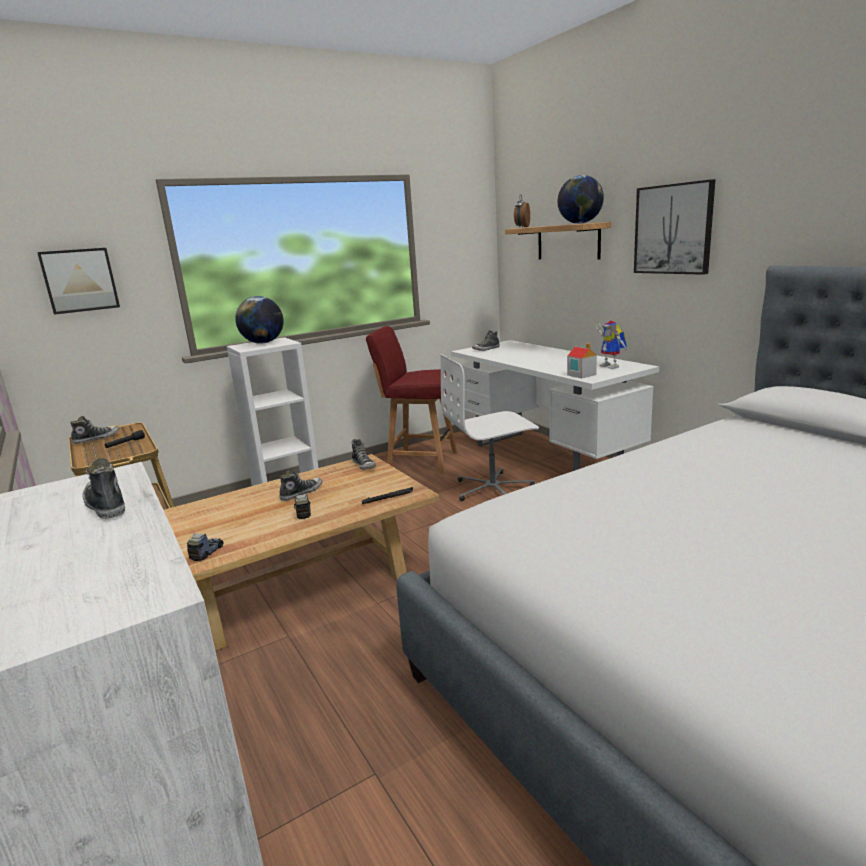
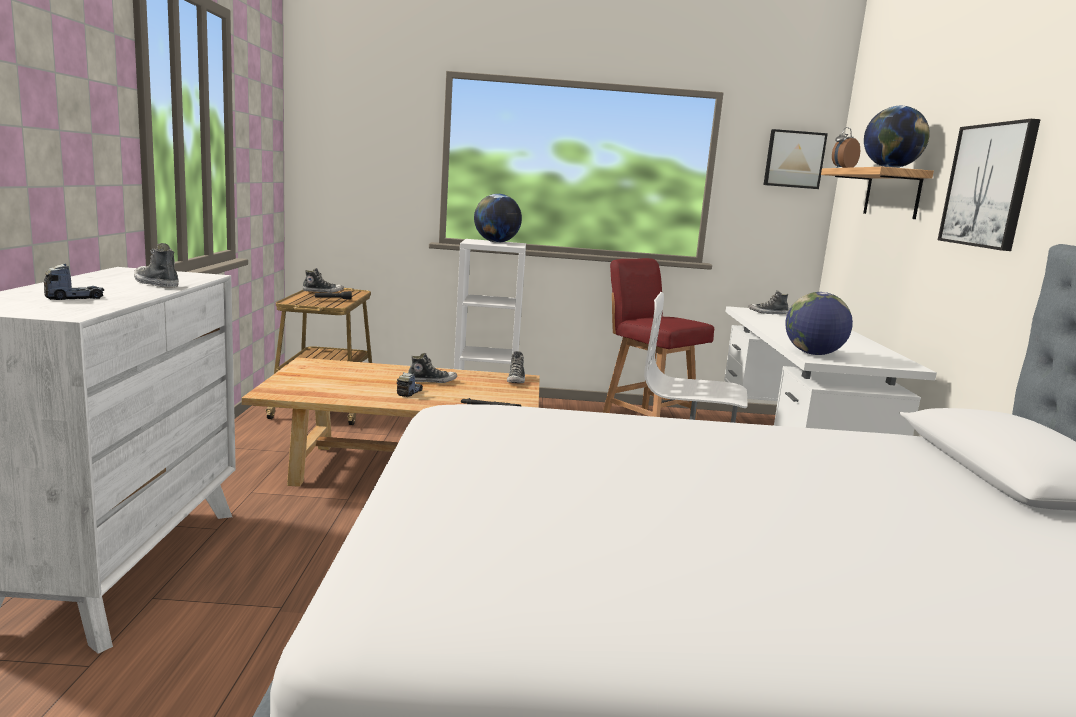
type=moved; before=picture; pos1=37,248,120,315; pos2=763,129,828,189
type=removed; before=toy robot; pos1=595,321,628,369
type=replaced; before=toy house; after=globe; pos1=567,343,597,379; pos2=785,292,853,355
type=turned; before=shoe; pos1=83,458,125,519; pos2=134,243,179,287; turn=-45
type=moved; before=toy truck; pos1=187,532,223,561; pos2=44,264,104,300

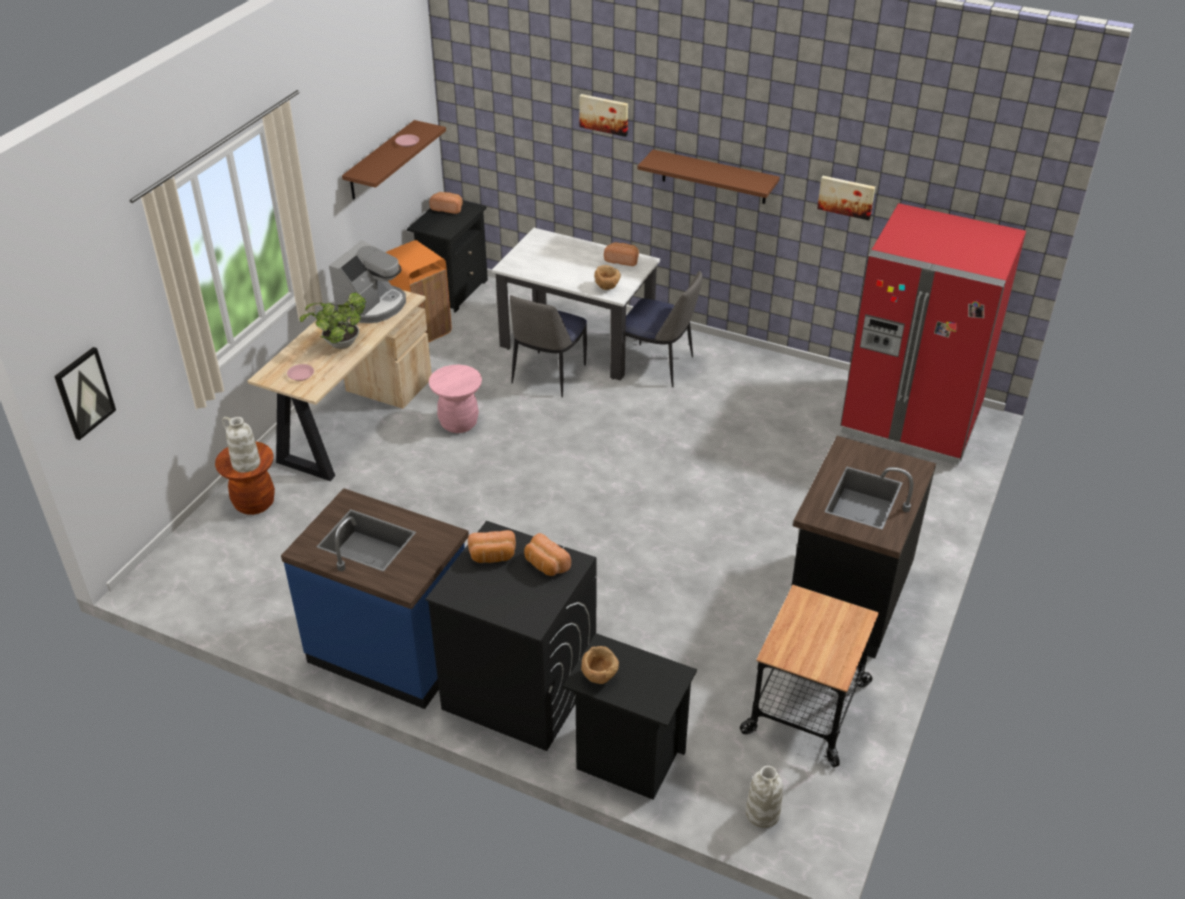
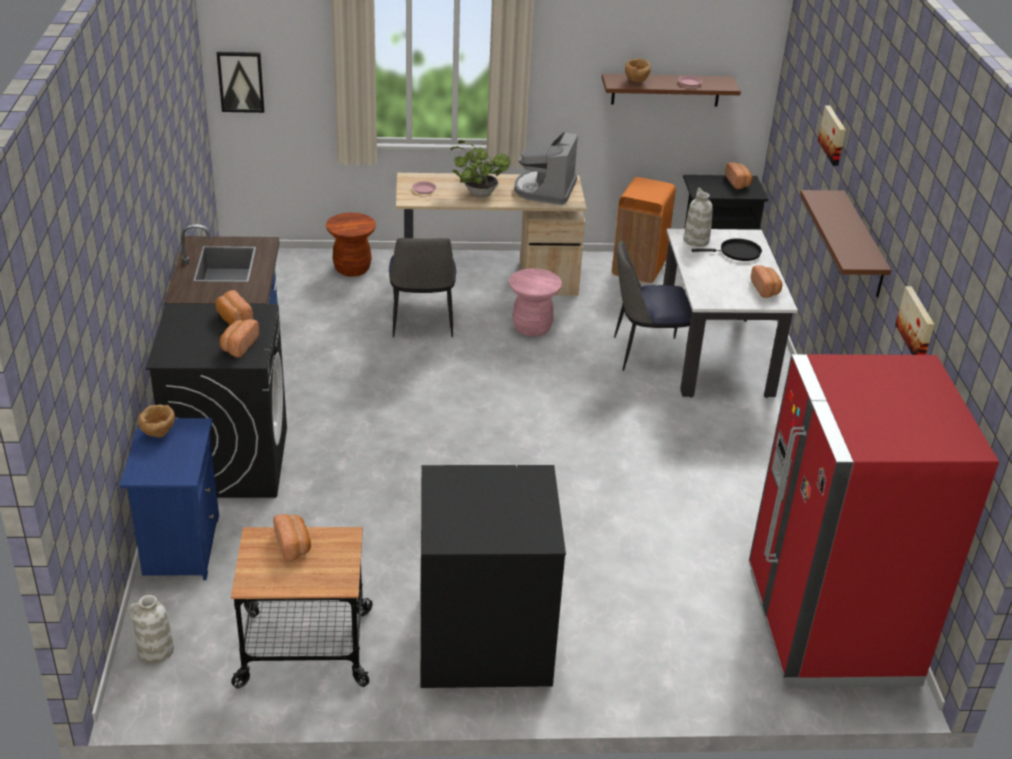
type=turned; before=coffee machine; pos1=329,240,406,323; pos2=514,131,578,205; turn=105
type=moved; before=brown bowl; pos1=594,265,621,290; pos2=625,58,651,83
type=moved; before=chair; pos1=626,271,702,387; pos2=389,238,456,338
type=moved; before=white vase; pos1=222,417,260,473; pos2=684,188,713,247
type=replaced; before=black counter; after=black washing machine; pos1=791,436,936,658; pos2=421,465,566,688
type=recoloured; before=black nightstand; after=blue nightstand; pos1=563,633,697,800; pos2=120,418,219,580
type=added; after=black frying pan; pos2=691,238,762,261
type=added; after=bread; pos2=273,514,311,562

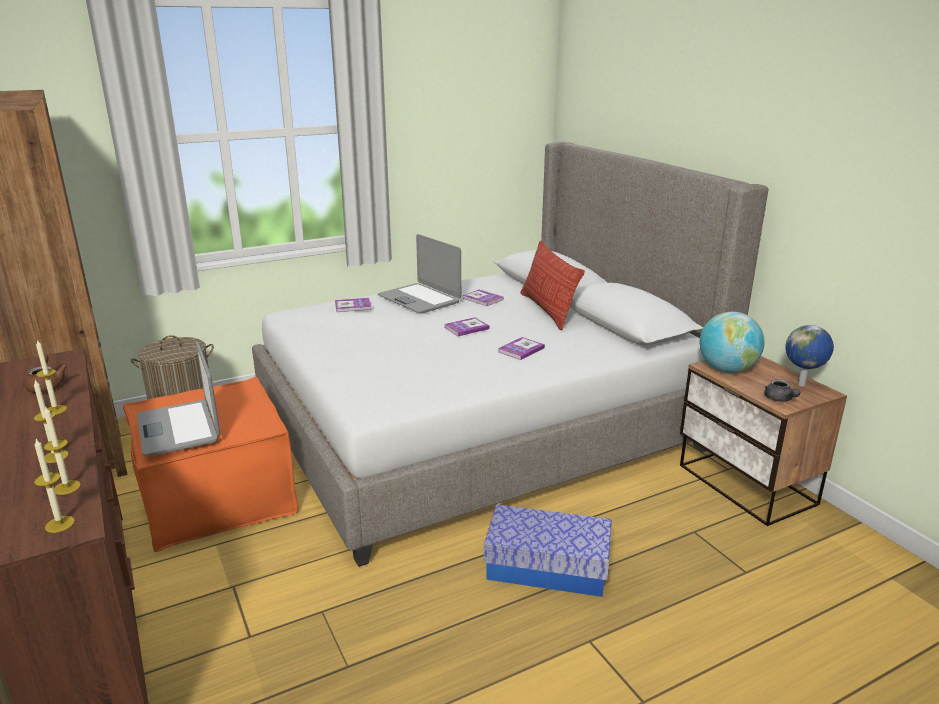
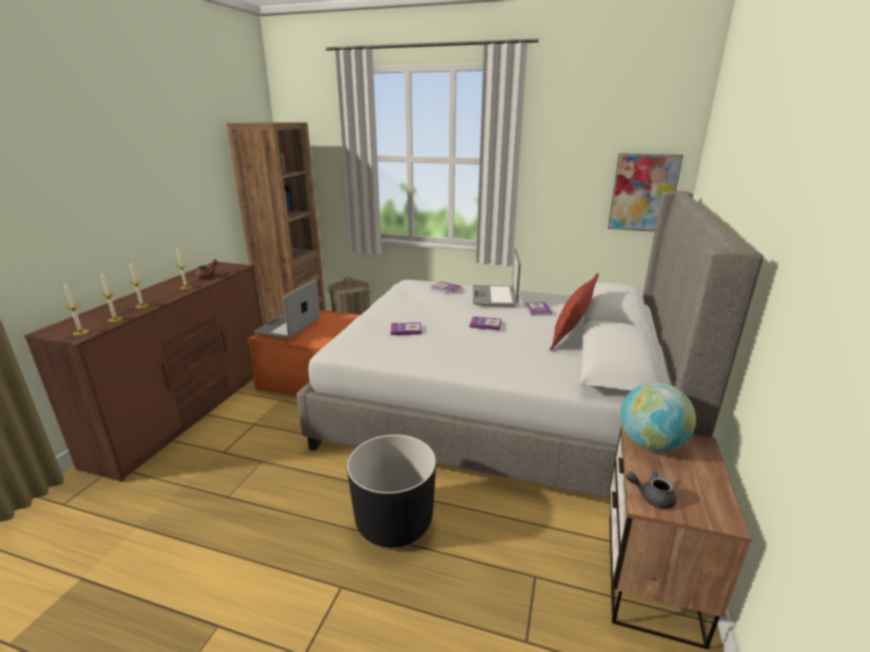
type=removed; before=globe; pos1=785,325,834,386
type=moved; before=book; pos1=498,337,545,360; pos2=391,322,422,335
type=turned; before=grey teapot; pos1=764,379,800,402; pos2=626,468,677,509; turn=75
type=replaced; before=storage box; after=black planter; pos1=484,504,612,597; pos2=347,434,436,548
type=added; after=picture; pos2=608,153,683,232

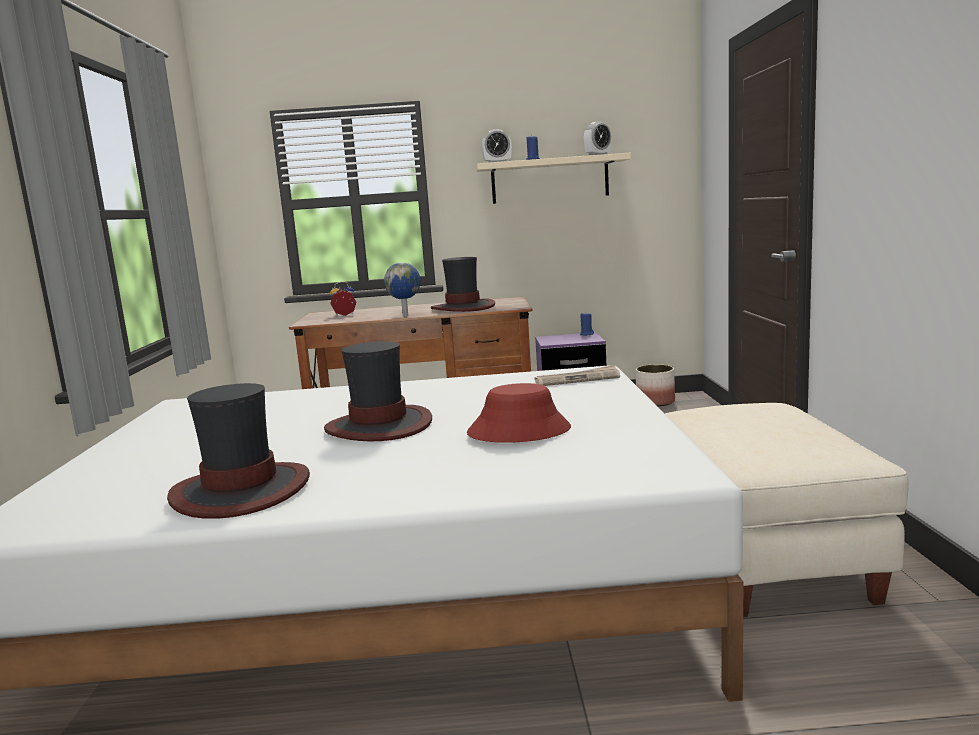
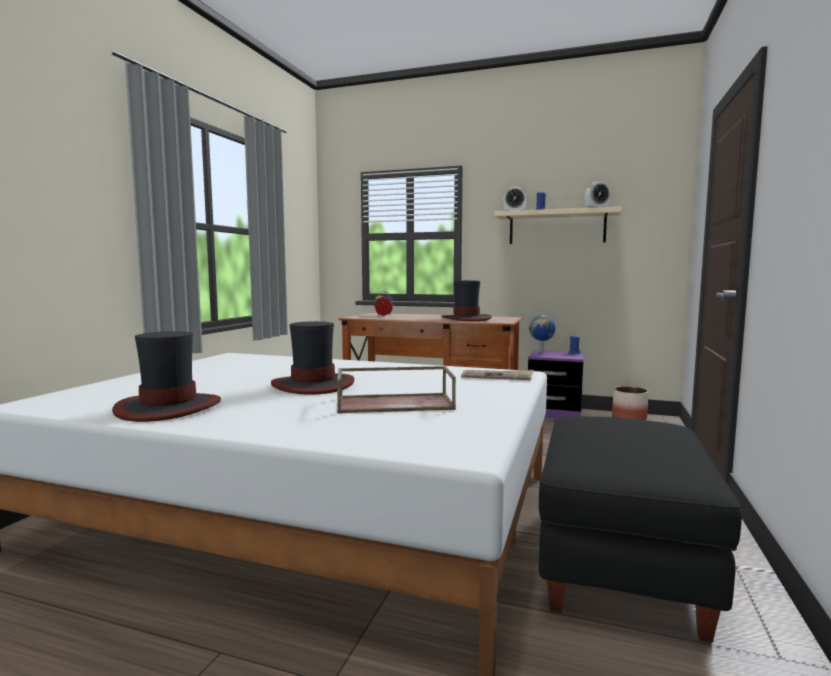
type=moved; before=globe; pos1=384,262,421,317; pos2=529,315,556,353
type=replaced; before=red hat; after=brown tray; pos1=467,383,571,443; pos2=337,366,456,413
type=recoloured; before=beige ottoman; after=black ottoman; pos1=665,403,909,617; pos2=539,416,742,643

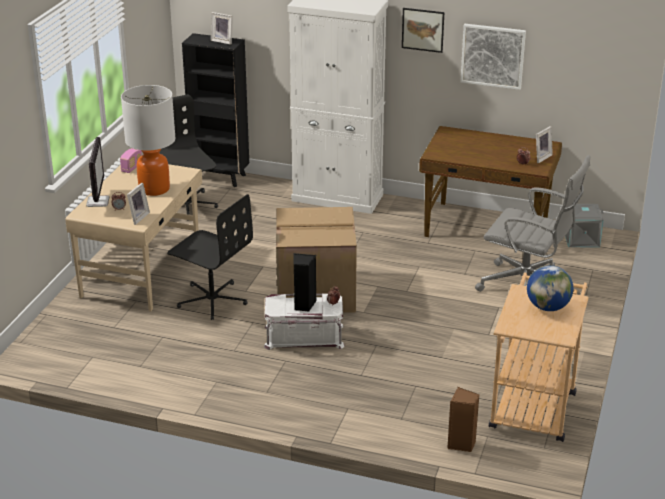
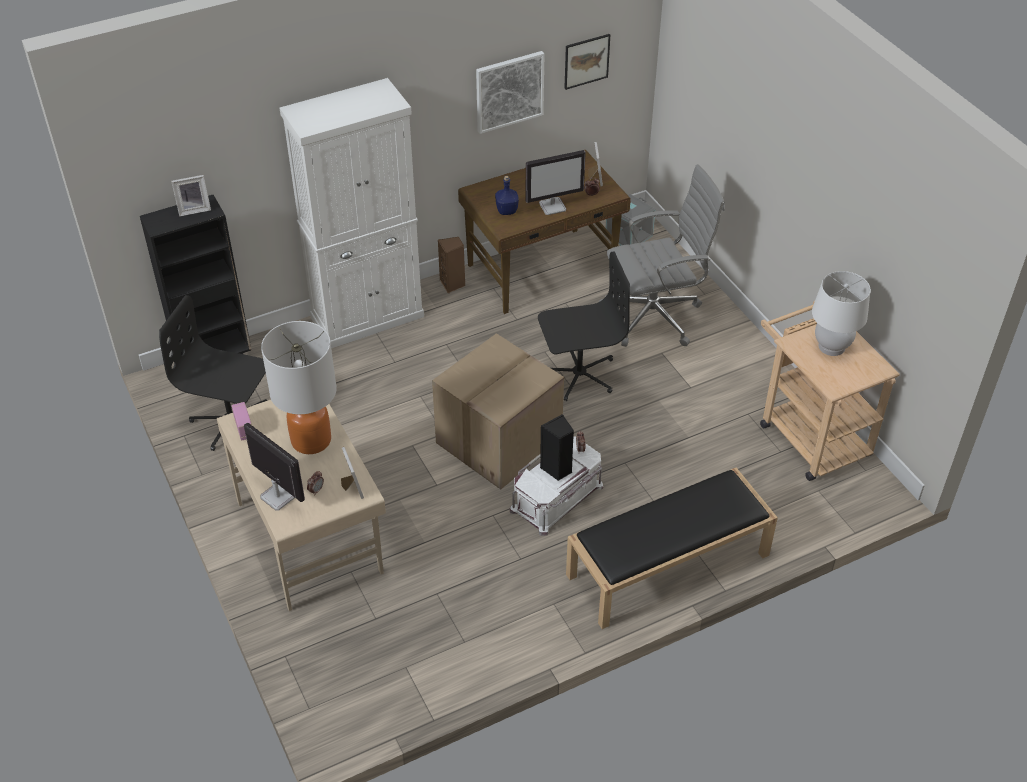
type=moved; before=picture; pos1=402,8,444,53; pos2=564,34,610,90
type=moved; before=black office chair; pos1=167,194,253,320; pos2=538,251,630,401
type=replaced; before=globe; after=white table lamp; pos1=527,265,573,311; pos2=812,271,870,356
type=moved; before=brown speaker; pos1=447,387,479,452; pos2=438,237,465,293
type=added; after=monitor; pos2=525,150,586,215
type=added; after=blue bottle; pos2=495,176,519,215
type=added; after=black bench; pos2=566,468,778,629

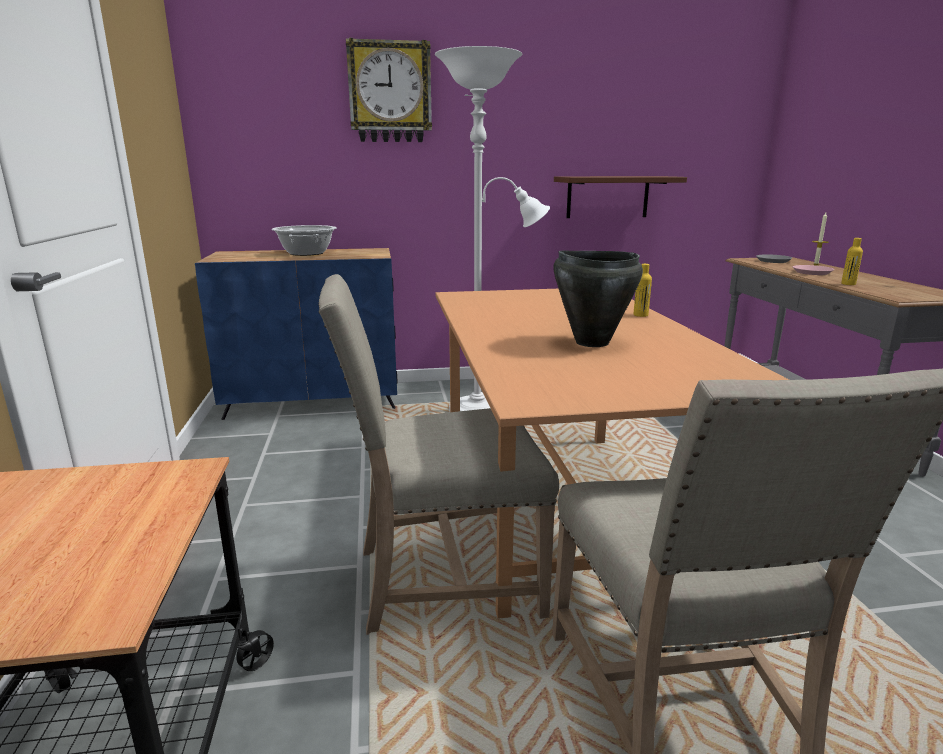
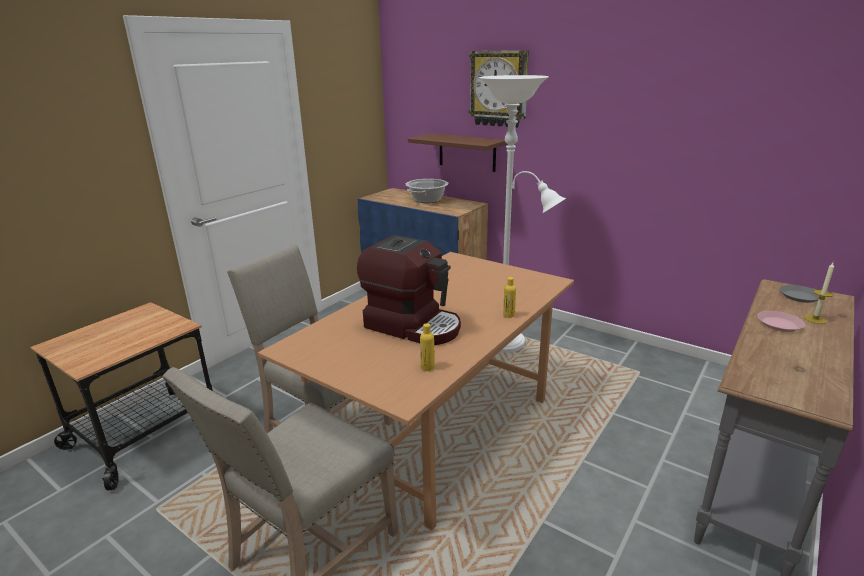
type=moved; before=brown shelf; pos1=554,176,687,218; pos2=408,133,507,172
type=moved; before=yellow bottle; pos1=841,238,863,285; pos2=420,323,435,371
type=replaced; before=black cooking pot; after=coffee machine; pos1=553,251,643,347; pos2=357,235,461,345

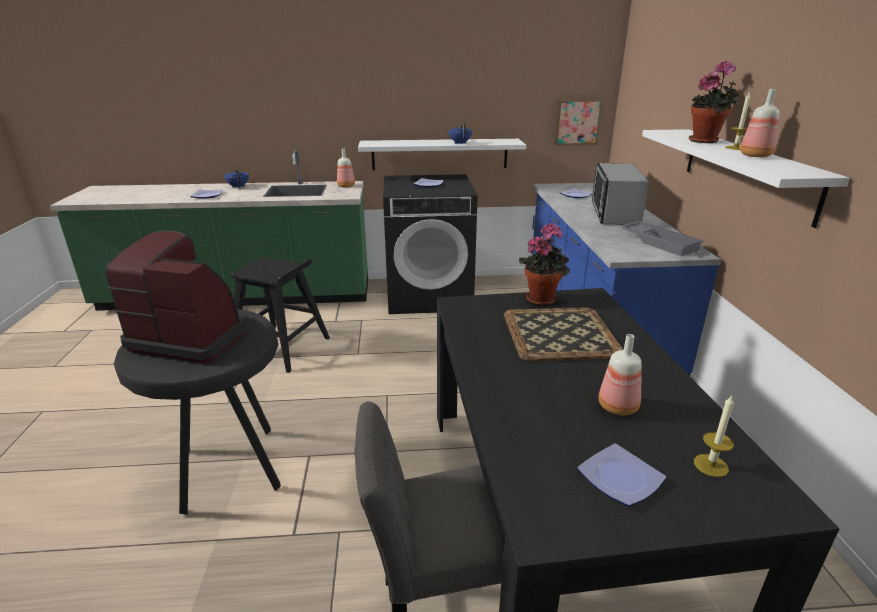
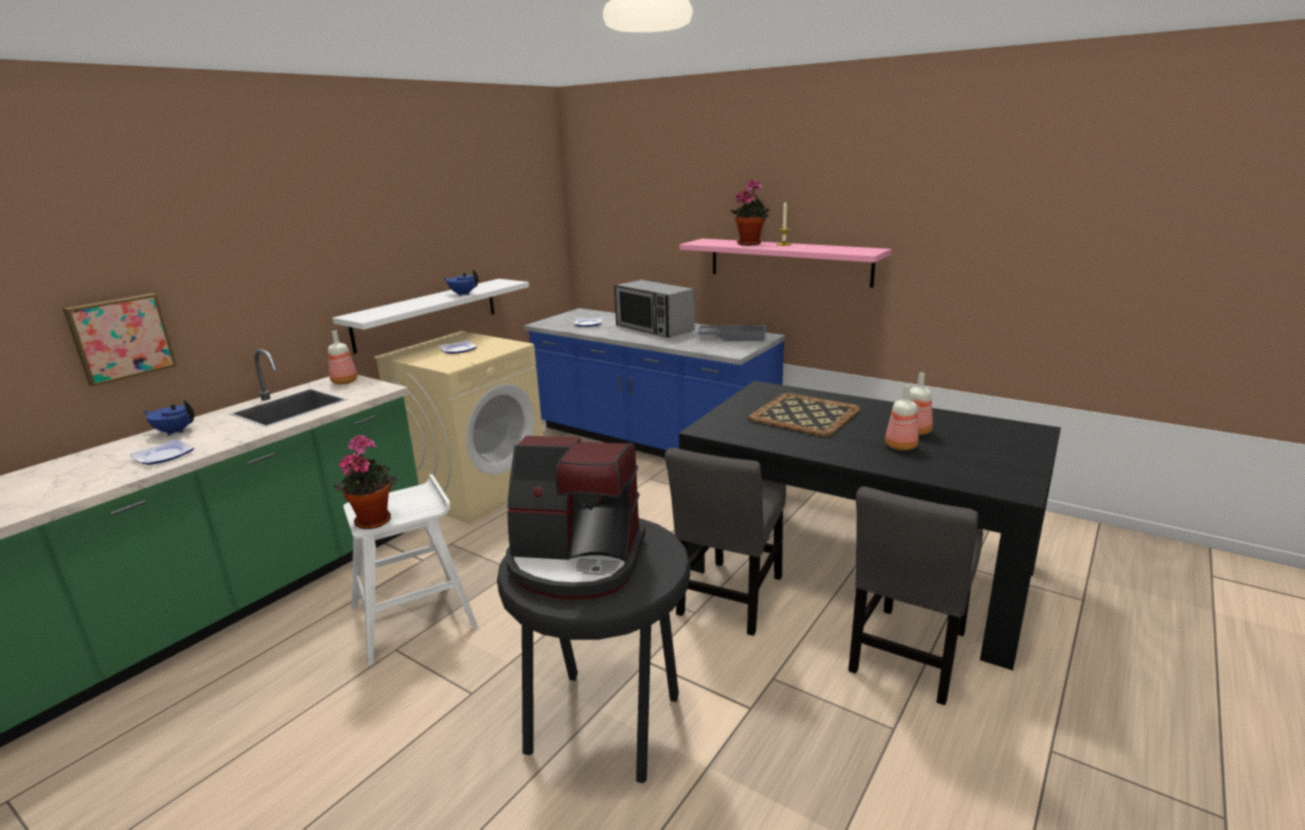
type=moved; before=bottle; pos1=740,89,780,157; pos2=885,385,919,451
type=moved; before=picture; pos1=555,99,602,145; pos2=63,293,177,387
type=recoloured; before=white shelf; after=pink shelf; pos1=642,129,850,228; pos2=680,239,891,288
type=recoloured; before=black washing machine; after=beige washing machine; pos1=383,174,478,314; pos2=374,331,543,524
type=moved; before=potted plant; pos1=519,223,570,306; pos2=334,435,397,529
type=turned; before=coffee machine; pos1=105,230,246,363; pos2=506,436,645,600; turn=-135
type=recoloured; before=black stool; after=white stool; pos1=229,257,330,373; pos2=343,474,479,666
type=removed; before=candle; pos1=694,395,734,477
type=removed; before=plate; pos1=577,443,666,506
type=added; after=grey chair; pos2=665,447,786,636

